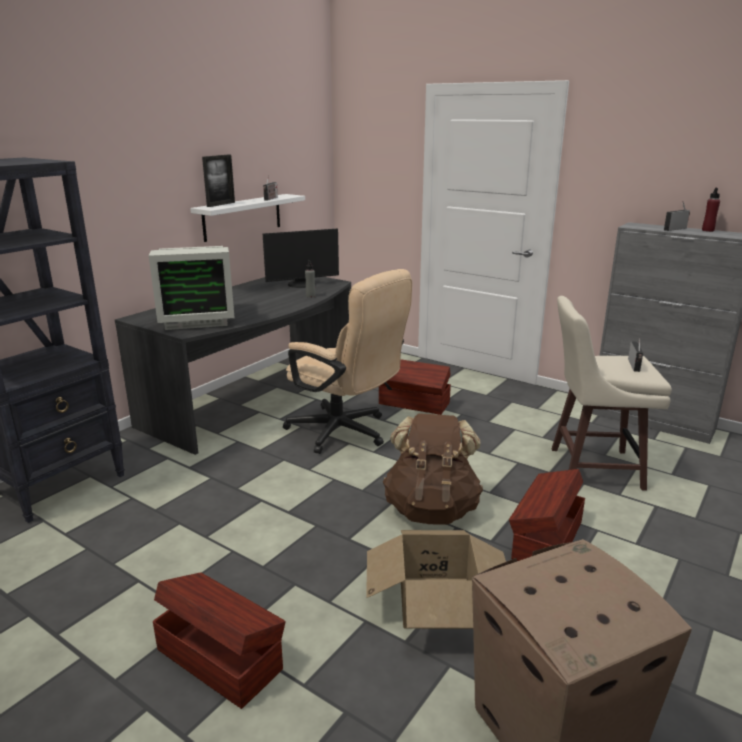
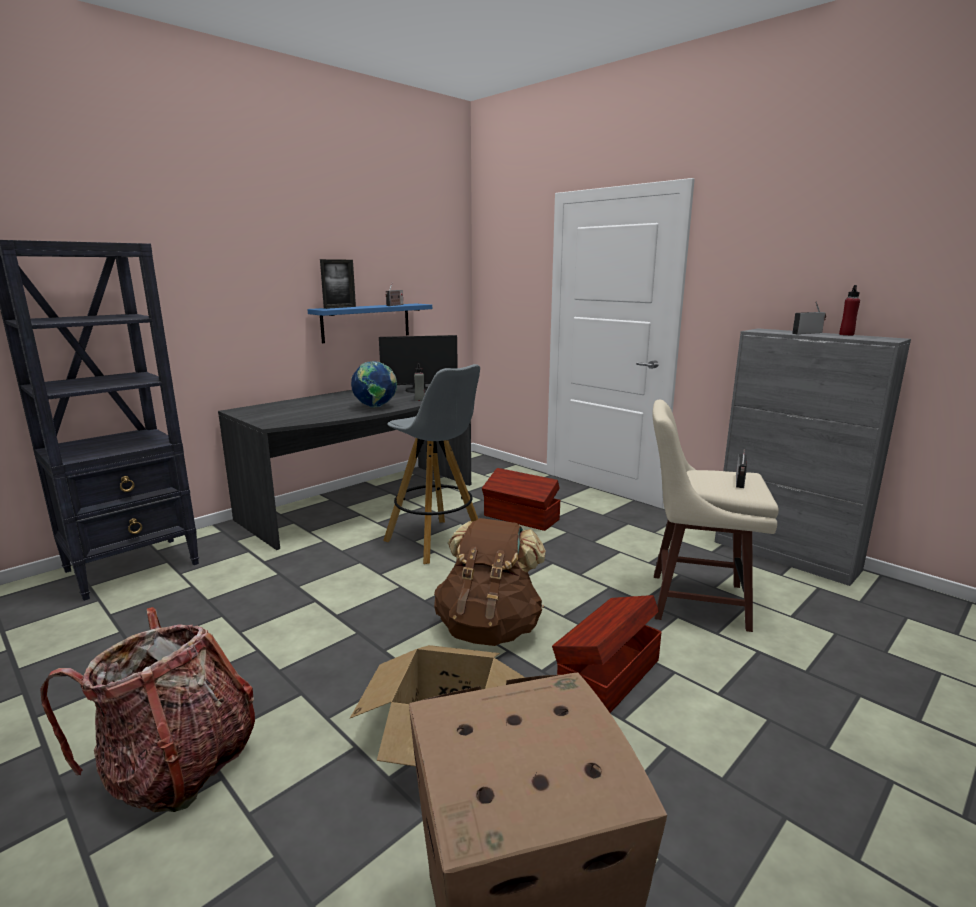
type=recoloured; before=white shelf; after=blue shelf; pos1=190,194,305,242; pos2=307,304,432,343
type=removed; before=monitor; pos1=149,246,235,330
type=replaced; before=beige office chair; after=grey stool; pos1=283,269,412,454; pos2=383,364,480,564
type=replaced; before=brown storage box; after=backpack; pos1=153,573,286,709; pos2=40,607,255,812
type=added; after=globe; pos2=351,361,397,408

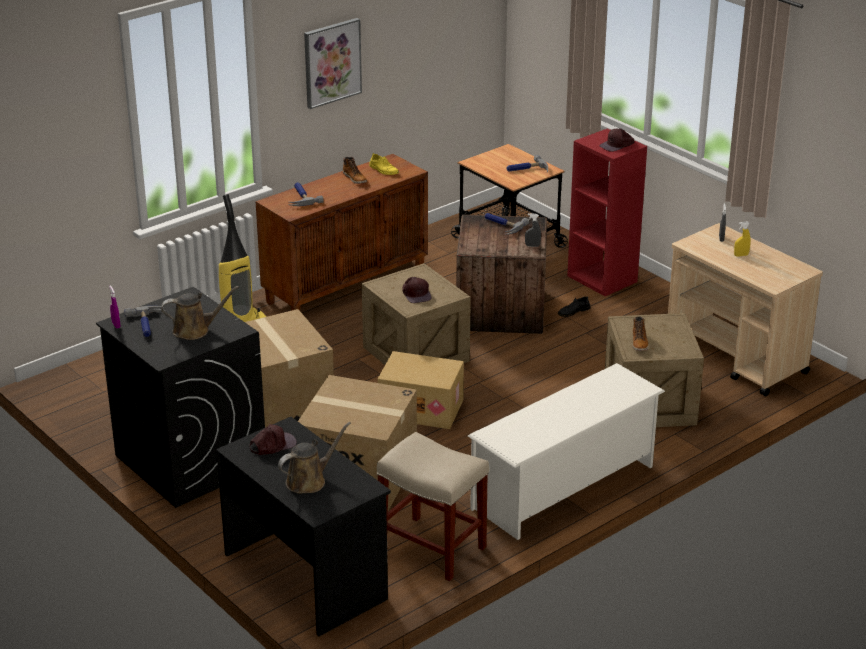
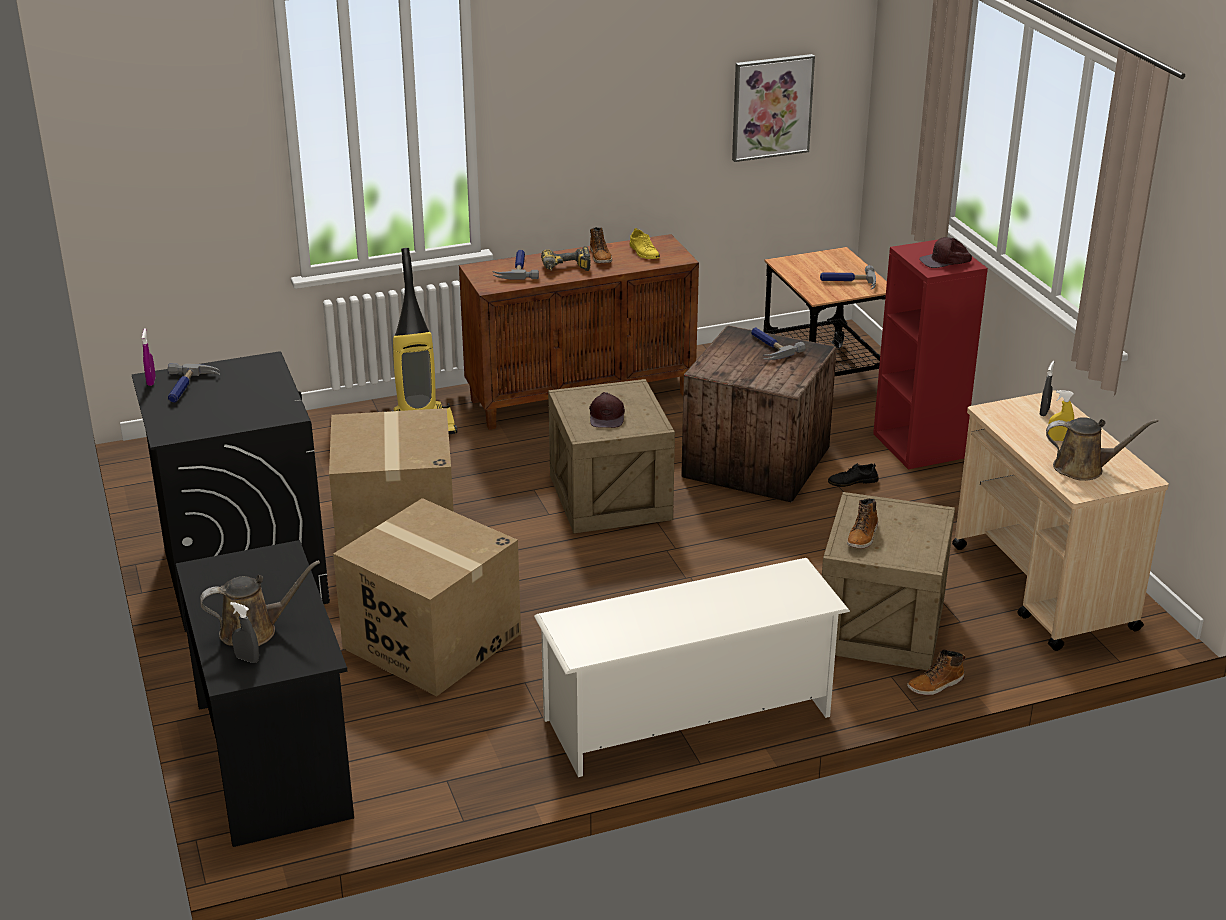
type=moved; before=picture; pos1=304,18,362,109; pos2=732,54,815,162
type=moved; before=grey spray bottle; pos1=525,213,541,247; pos2=230,602,259,663
type=moved; before=brown watering can; pos1=161,286,239,340; pos2=1046,417,1158,481
type=removed; before=cardboard box; pos1=377,351,464,429
type=removed; before=brown cap; pos1=250,424,297,455
type=removed; before=beige stool; pos1=377,432,489,581
type=added; after=power drill; pos2=541,246,590,271
type=added; after=boot; pos2=907,649,965,695

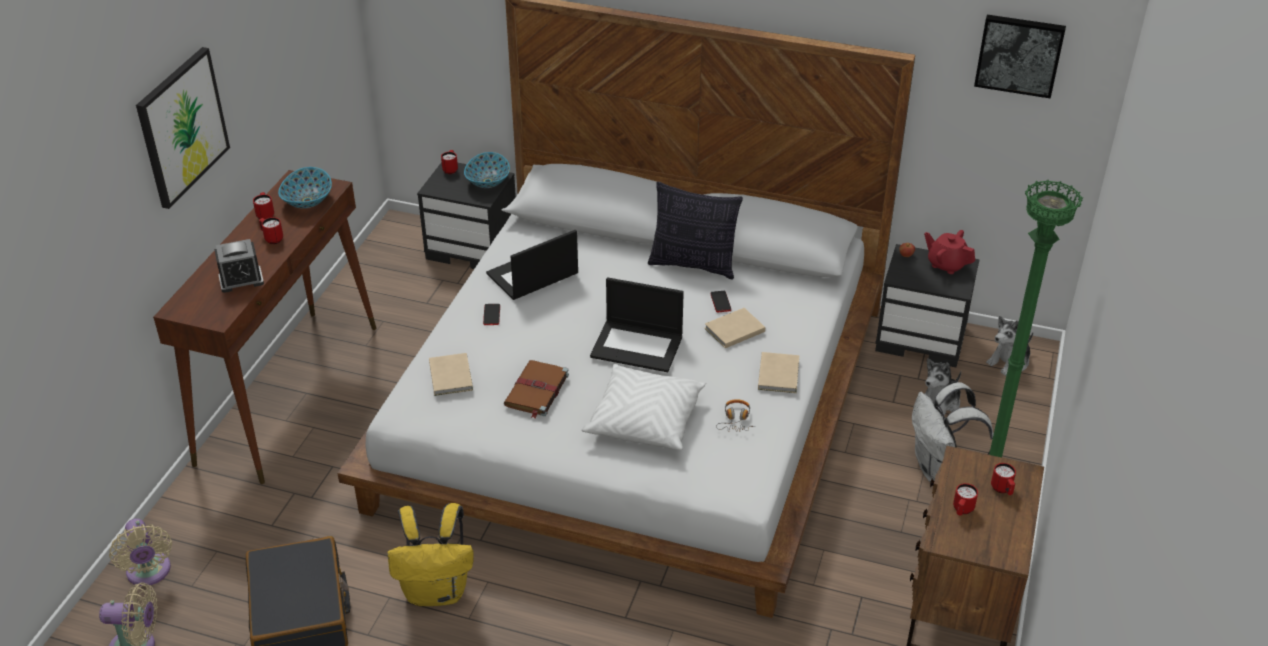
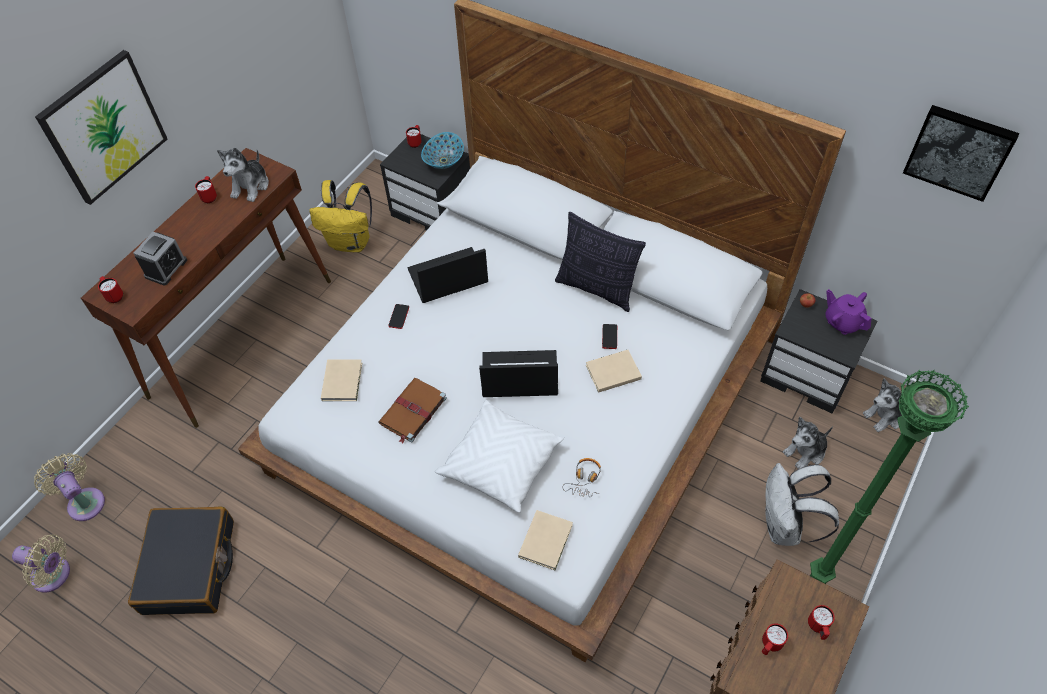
type=replaced; before=bowl; after=plush toy; pos1=278,167,332,209; pos2=217,148,269,202
type=moved; before=red mug; pos1=259,217,283,244; pos2=98,276,123,303
type=recoloured; before=red teapot; after=purple teapot; pos1=924,230,975,274; pos2=825,289,871,335
type=turned; before=alarm clock; pos1=214,239,264,293; pos2=133,232,187,285; turn=-60
type=turned; before=laptop; pos1=590,277,684,372; pos2=479,350,558,397; turn=150
type=moved; before=beige book; pos1=758,352,799,393; pos2=518,510,573,570
type=moved; before=yellow backpack; pos1=387,503,474,606; pos2=309,180,372,252
type=turned; before=beige fan; pos1=109,519,172,586; pos2=34,453,105,521; turn=150

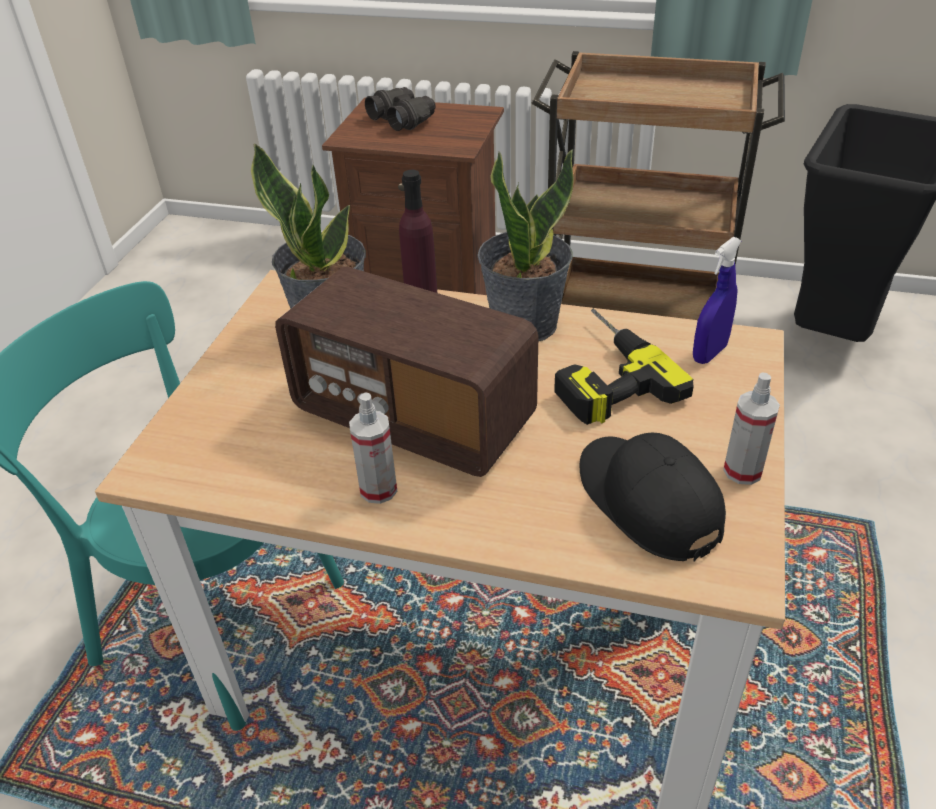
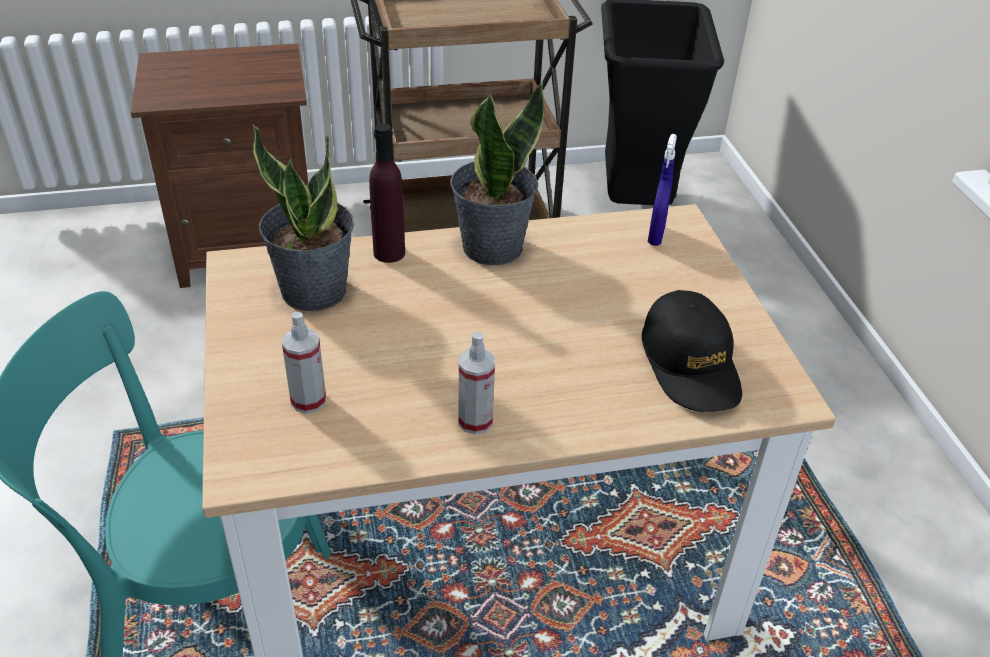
type=removed; before=black binoculars; pos1=365,87,436,131
type=removed; before=radio; pos1=275,267,539,477
type=removed; before=power drill; pos1=554,308,694,425
type=moved; before=spray bottle; pos1=723,372,780,485; pos2=282,311,326,414
type=turned; before=black cap; pos1=580,432,726,562; pos2=642,290,742,412; turn=-135

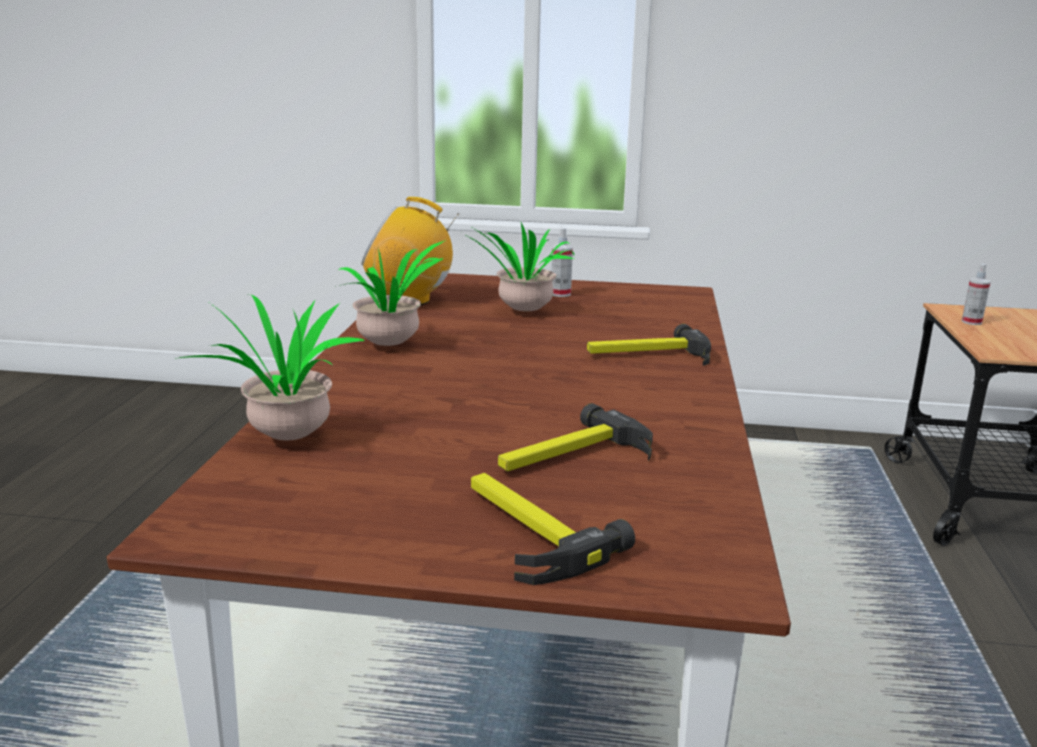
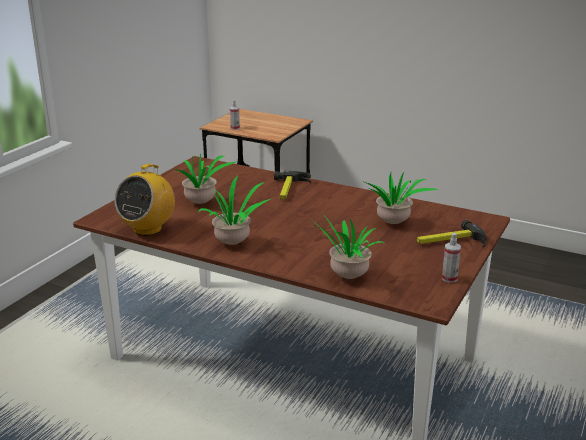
type=moved; before=spray bottle; pos1=551,228,573,297; pos2=442,233,461,283
type=replaced; before=hammer; after=potted plant; pos1=498,403,653,471; pos2=362,172,439,224

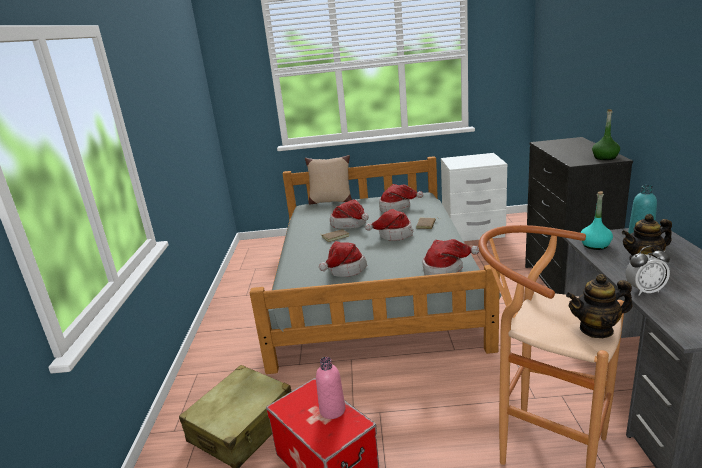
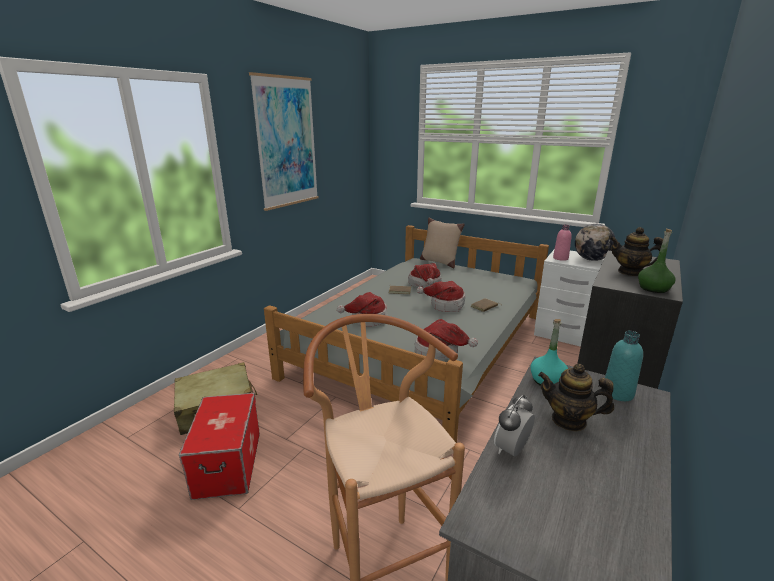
type=removed; before=hat; pos1=379,184,423,212
type=turned; before=alarm clock; pos1=625,245,670,295; pos2=494,395,535,456; turn=105
type=moved; before=teapot; pos1=566,274,632,338; pos2=609,227,663,276
type=moved; before=pink bottle; pos1=316,357,345,419; pos2=553,225,572,261
type=added; after=picture; pos2=249,72,319,211
type=added; after=globe; pos2=575,224,615,261

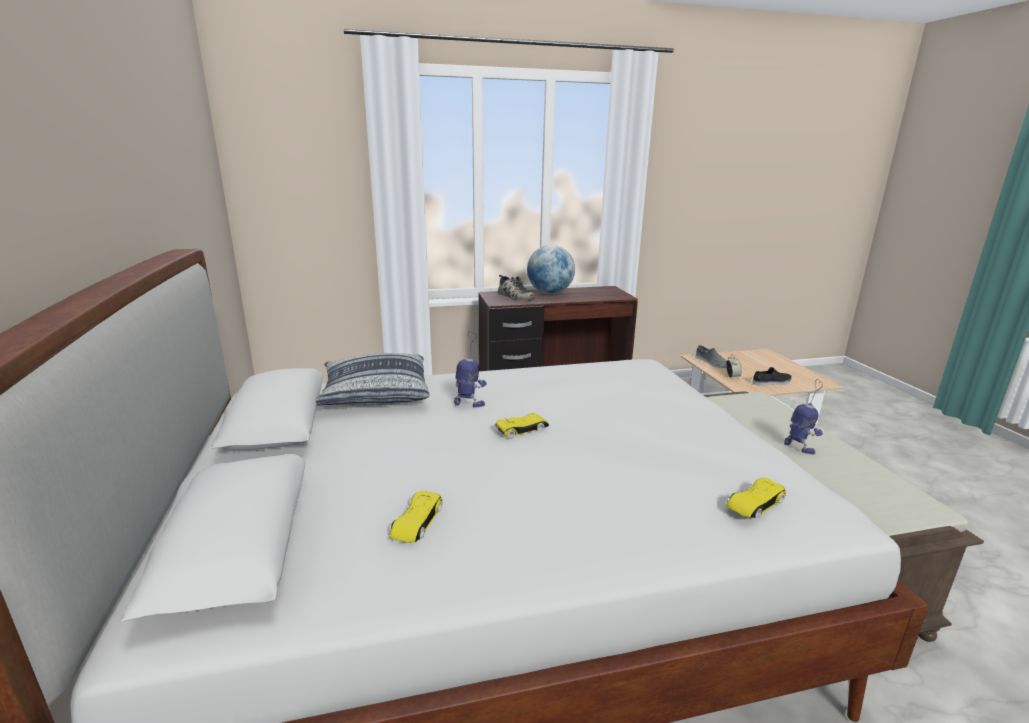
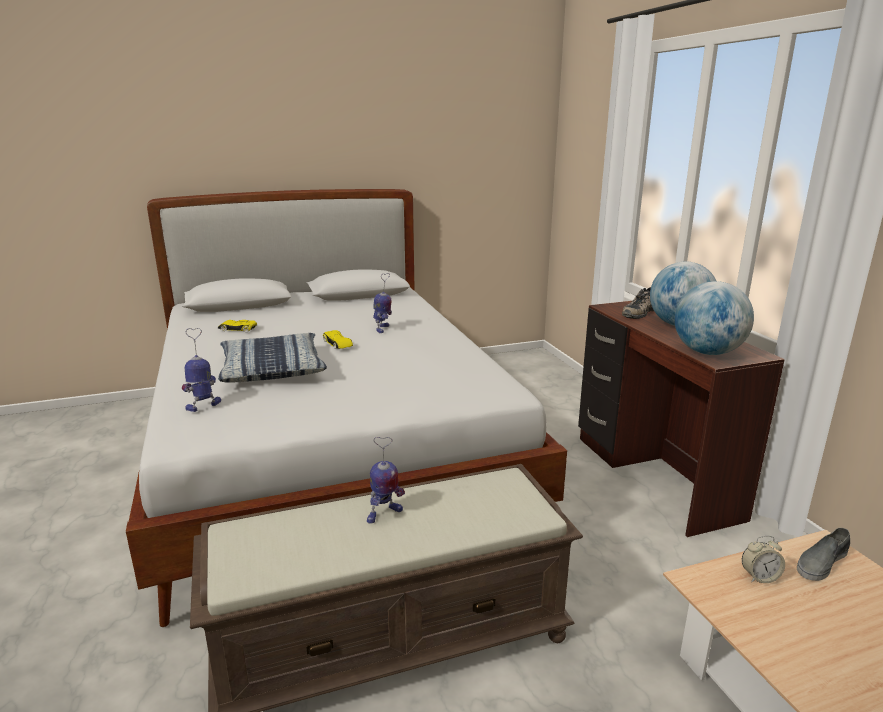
type=moved; before=pillow; pos1=316,353,430,406; pos2=218,333,327,382
type=removed; before=black shoe; pos1=752,367,792,386
type=replaced; before=yellow toy car; after=toy robot; pos1=726,478,786,519; pos2=182,328,221,412
type=added; after=globe; pos2=674,281,754,355

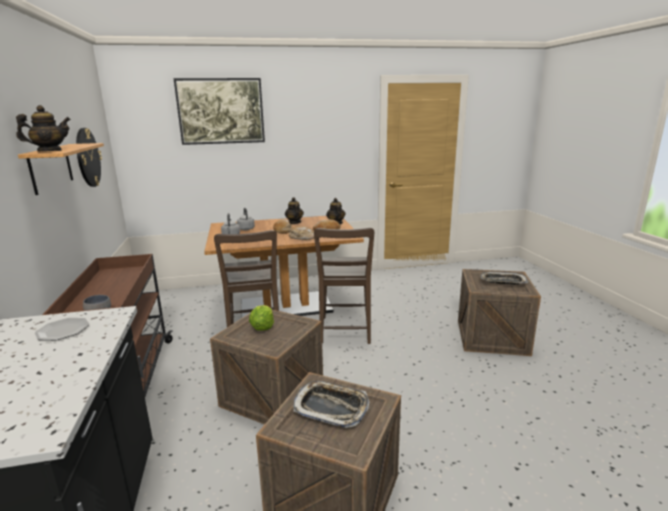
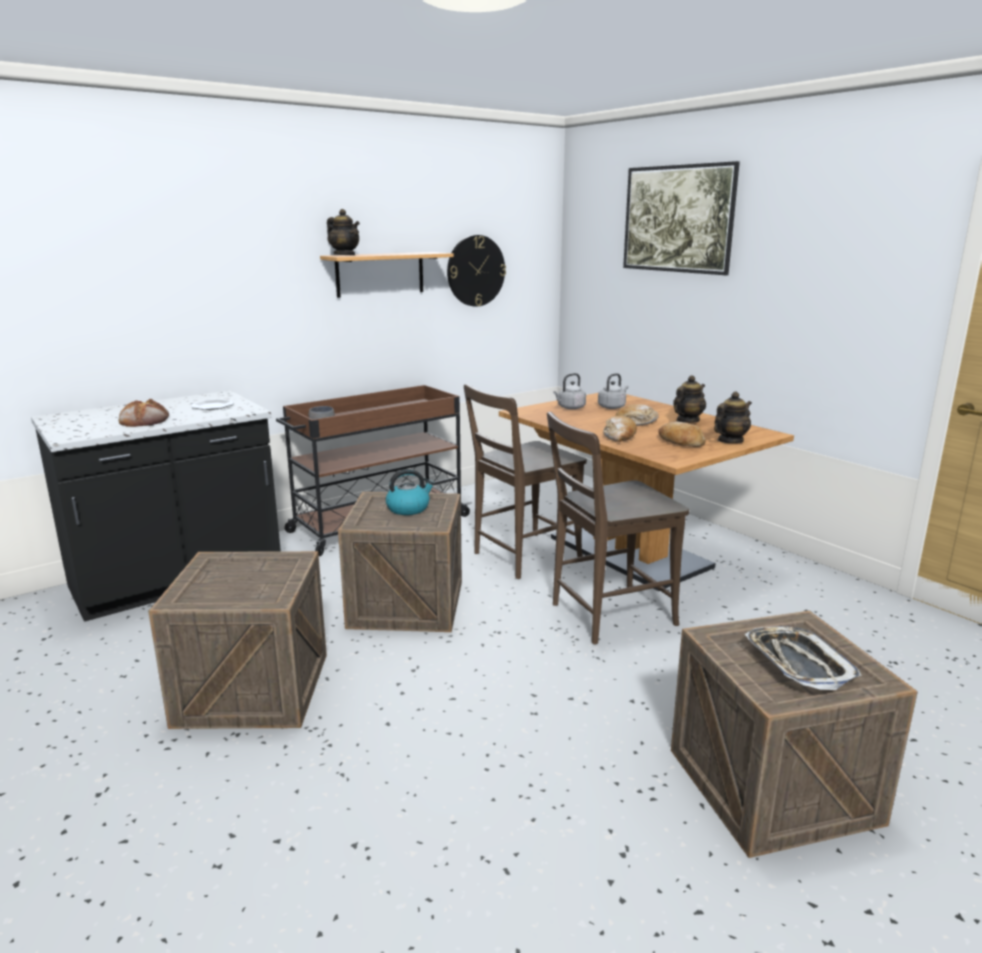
type=replaced; before=lettuce; after=kettle; pos1=249,305,274,331; pos2=386,469,435,515
type=removed; before=tray; pos1=293,381,369,428
type=added; after=bread; pos2=119,399,169,427

